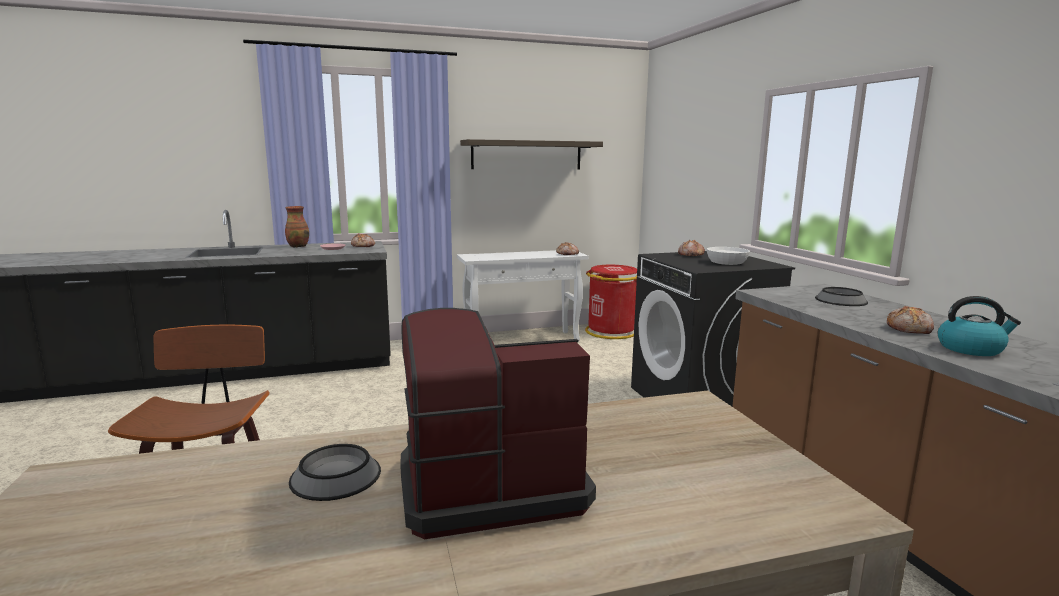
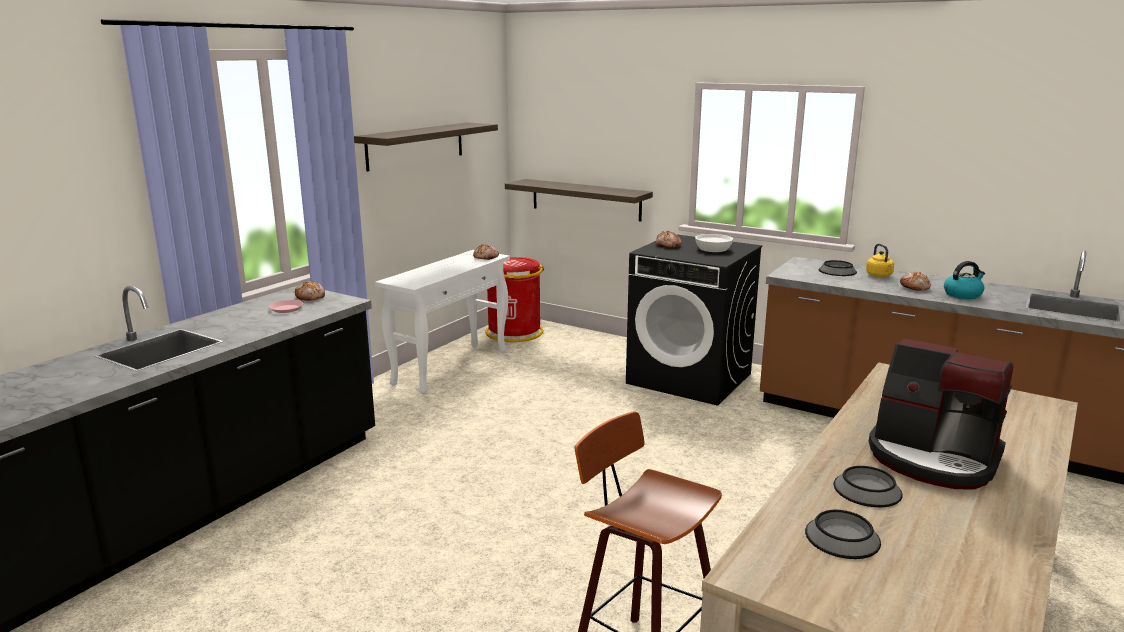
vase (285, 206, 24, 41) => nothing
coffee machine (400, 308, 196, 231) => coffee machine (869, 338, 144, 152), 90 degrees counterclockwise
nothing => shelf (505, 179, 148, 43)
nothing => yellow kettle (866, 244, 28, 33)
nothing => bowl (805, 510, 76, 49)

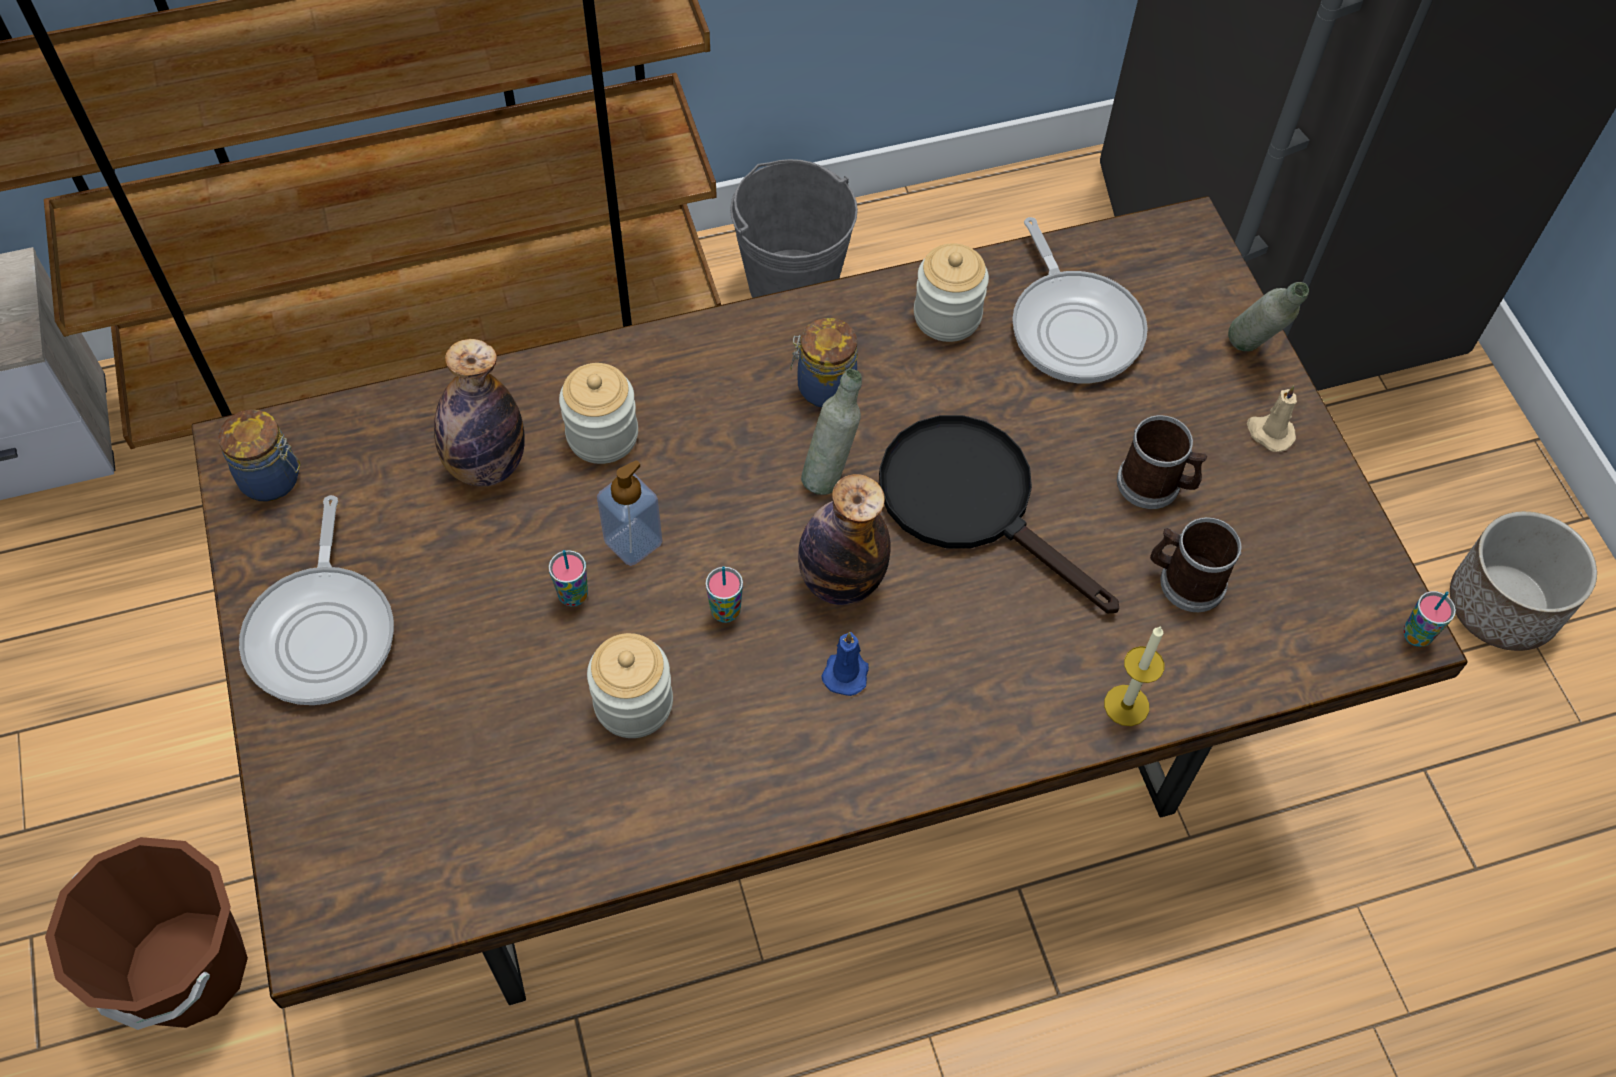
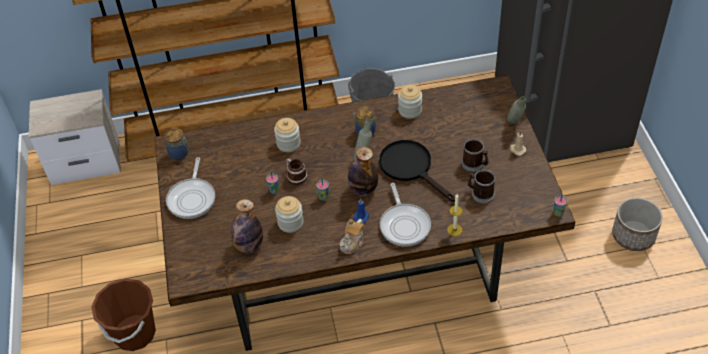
frying pan (1012, 217, 136, 166) => frying pan (380, 183, 51, 64), relocated
bottle (434, 339, 91, 148) => bottle (231, 199, 32, 54), relocated
soap dispenser (597, 460, 66, 106) => mug (286, 158, 21, 27)
nothing => teapot (340, 219, 24, 35)

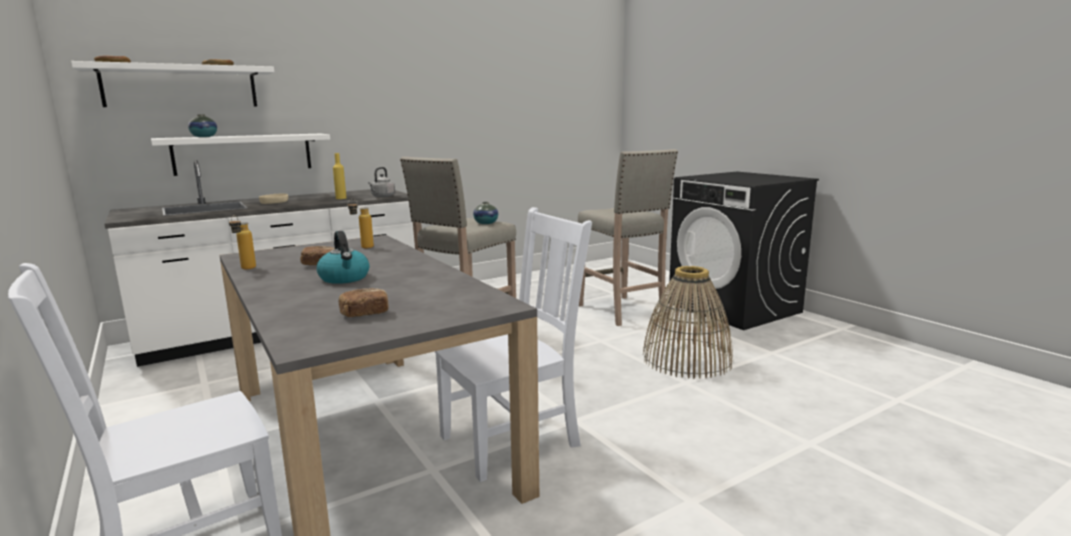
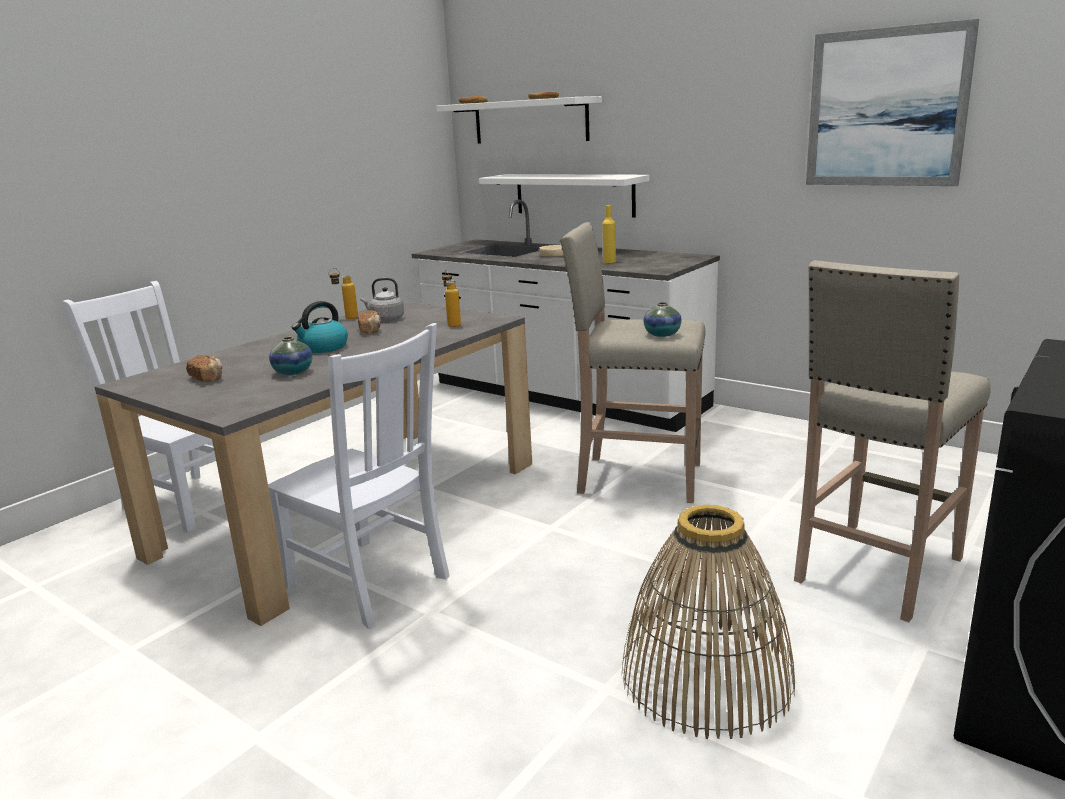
vase (188, 114, 29, 23) => vase (269, 337, 43, 38), relocated
grey kettle (368, 167, 27, 30) => grey kettle (360, 278, 44, 43), relocated
nothing => picture (806, 19, 173, 167)

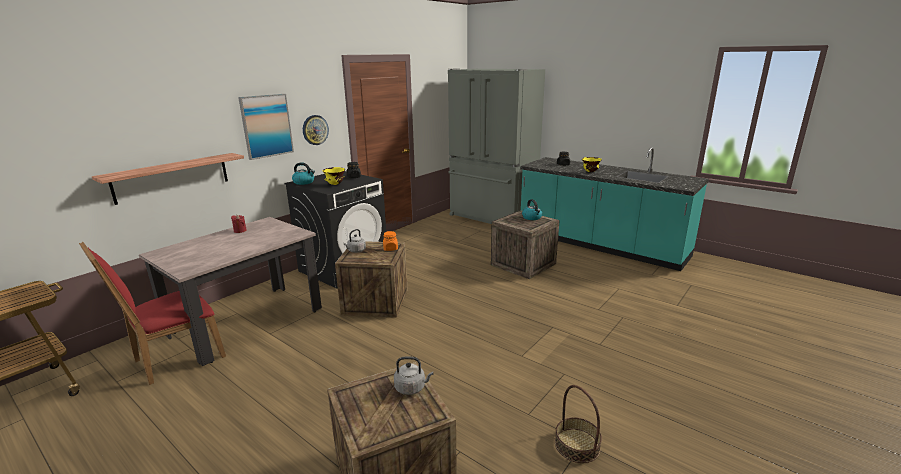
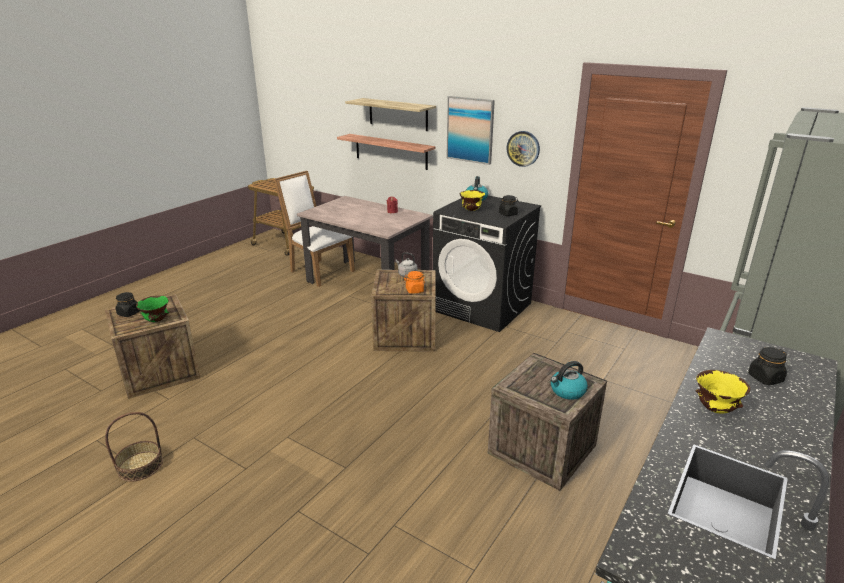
red chair (79, 242, 147, 143) => white chair (274, 171, 81, 116)
grey kettle (394, 357, 39, 38) => green bowl (136, 296, 33, 26)
nothing => shelf (345, 98, 91, 33)
nothing => black jar (116, 292, 24, 25)

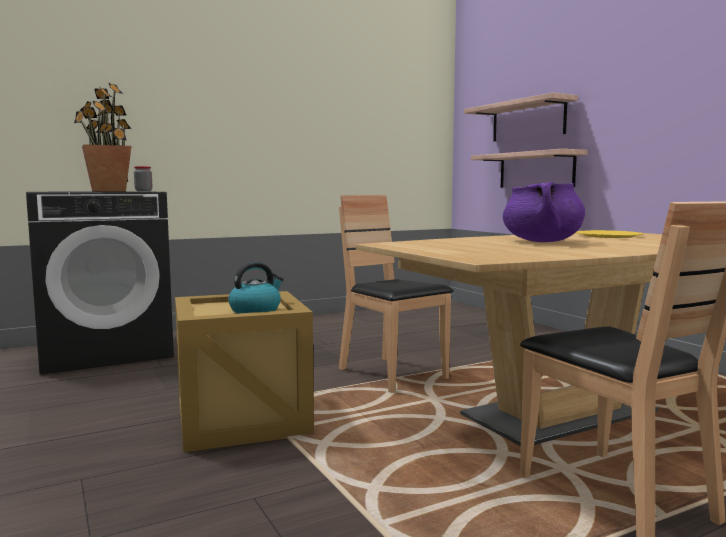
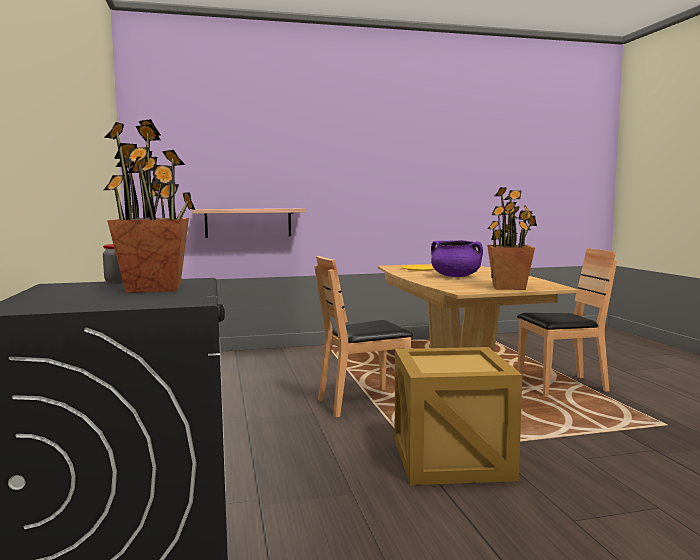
shelf (464, 93, 114, 48) => nothing
kettle (228, 262, 56, 51) => nothing
nothing => potted plant (487, 187, 50, 103)

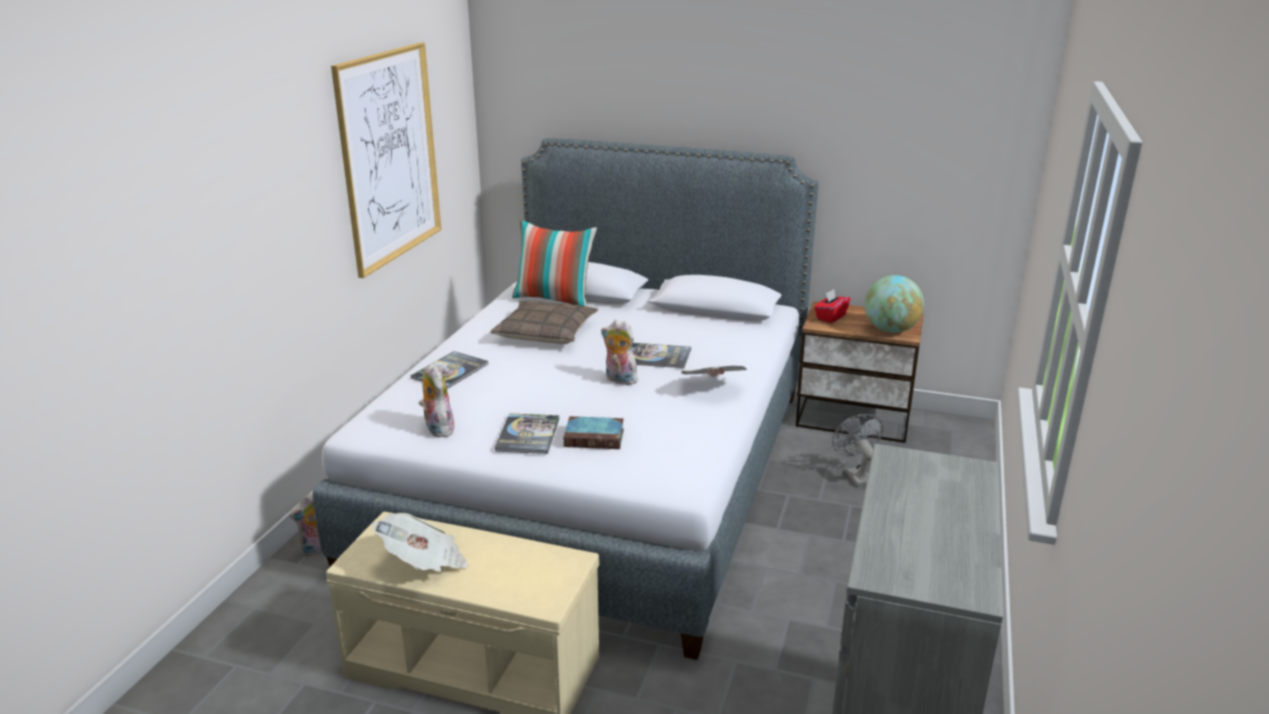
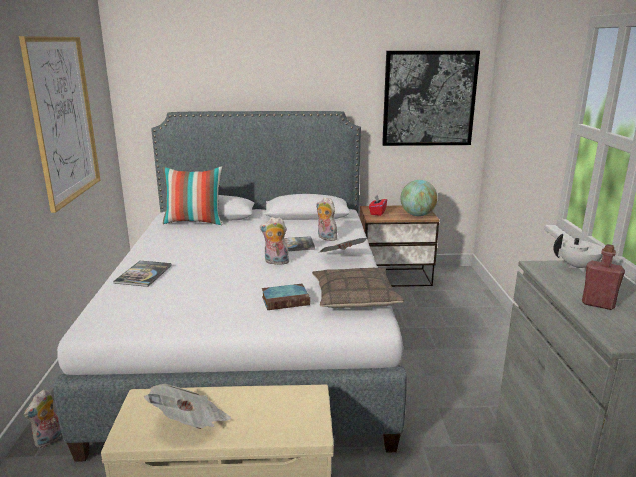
pillow (490, 301, 108, 43) => pillow (312, 268, 92, 40), relocated
plush toy (419, 363, 35, 74) => plush toy (316, 197, 21, 44), relocated
book (495, 413, 64, 41) => nothing
grey fan (832, 414, 51, 72) => nothing
nothing => picture (382, 51, 98, 95)
nothing => white teapot (553, 234, 51, 38)
nothing => red bottle (582, 244, 43, 66)

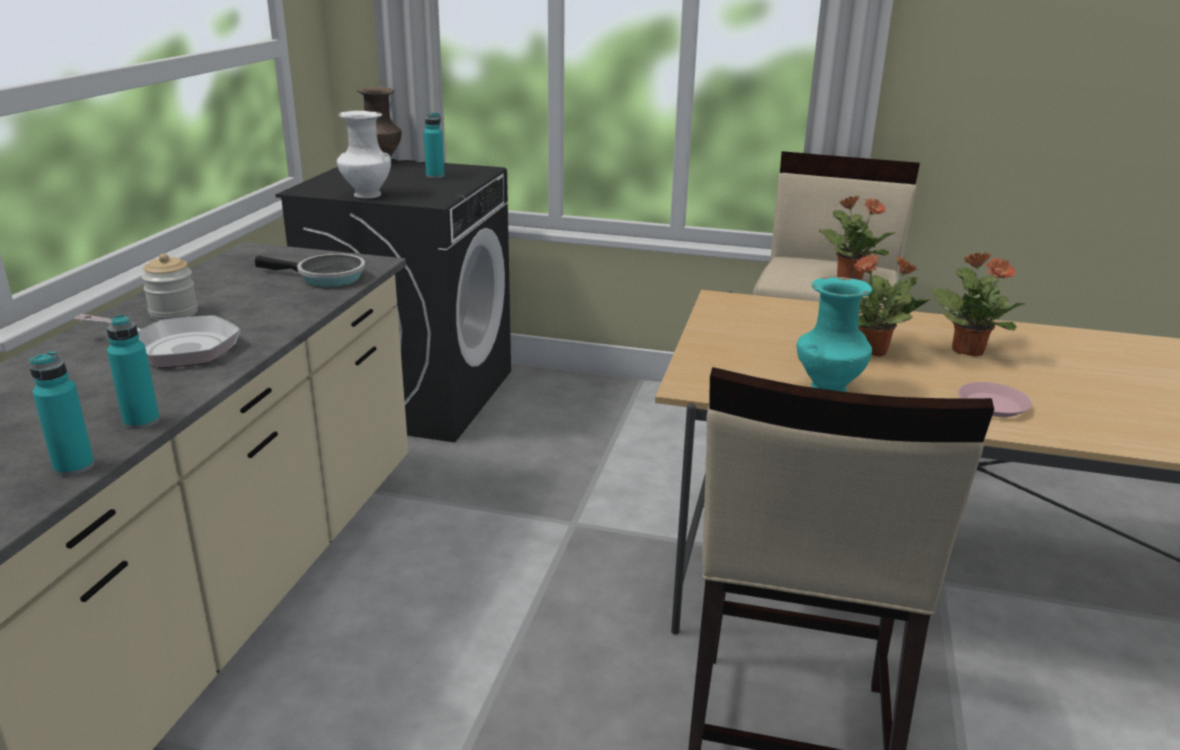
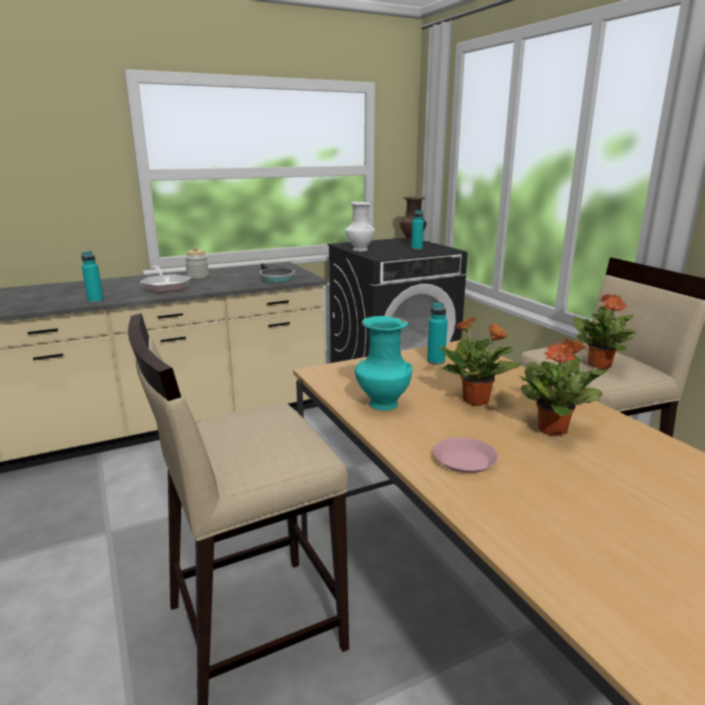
turquoise bottle (29, 351, 65, 125) => turquoise bottle (427, 303, 21, 62), relocated

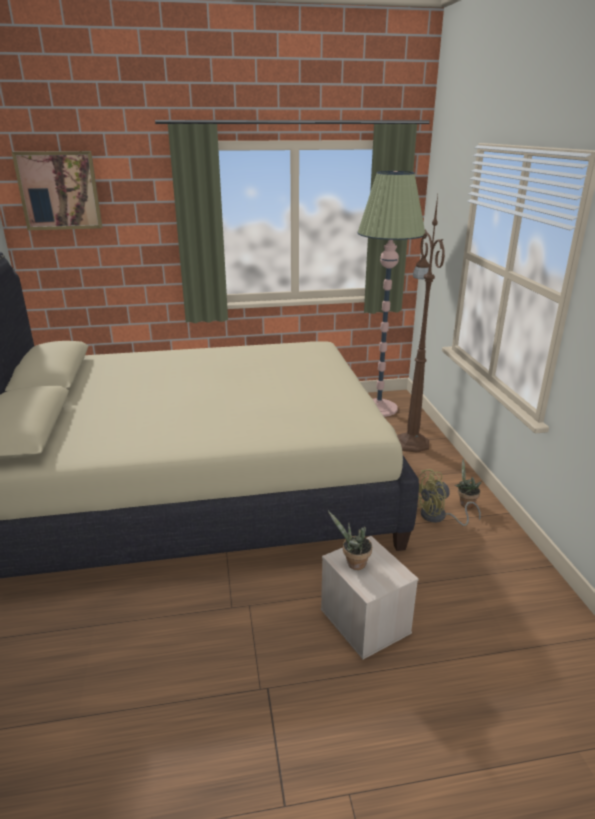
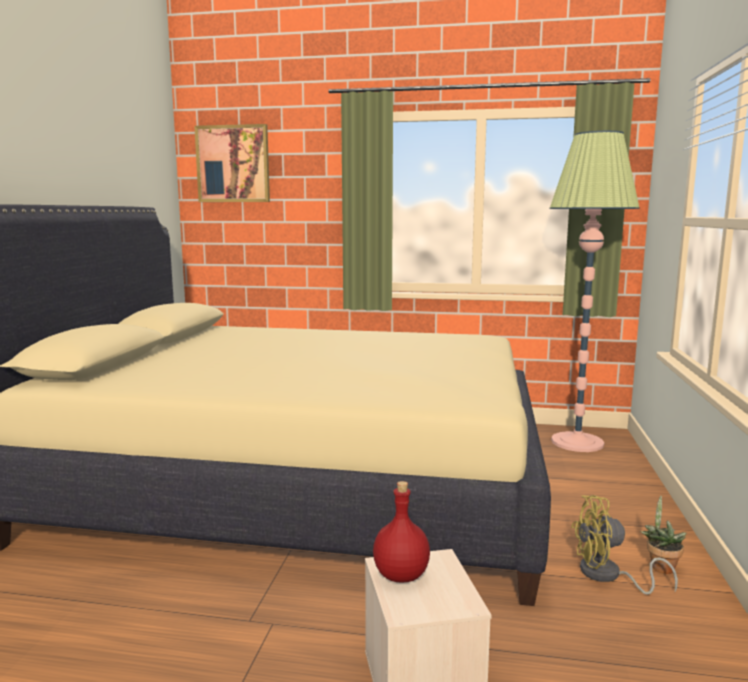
brown floor lamp (397, 195, 48, 257) => nothing
potted plant (328, 511, 44, 59) => red bottle (373, 481, 57, 102)

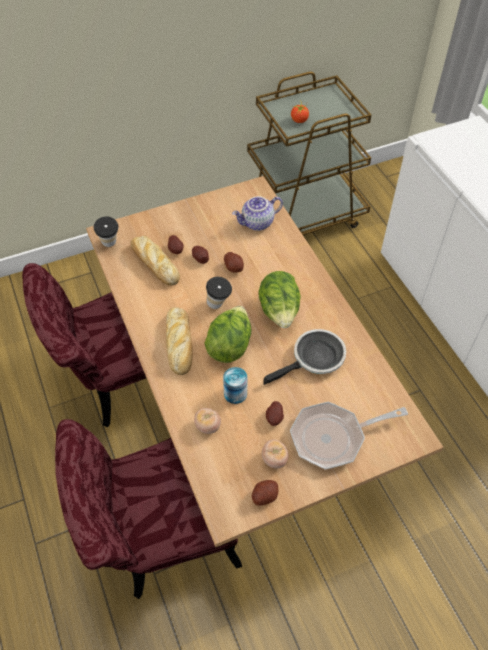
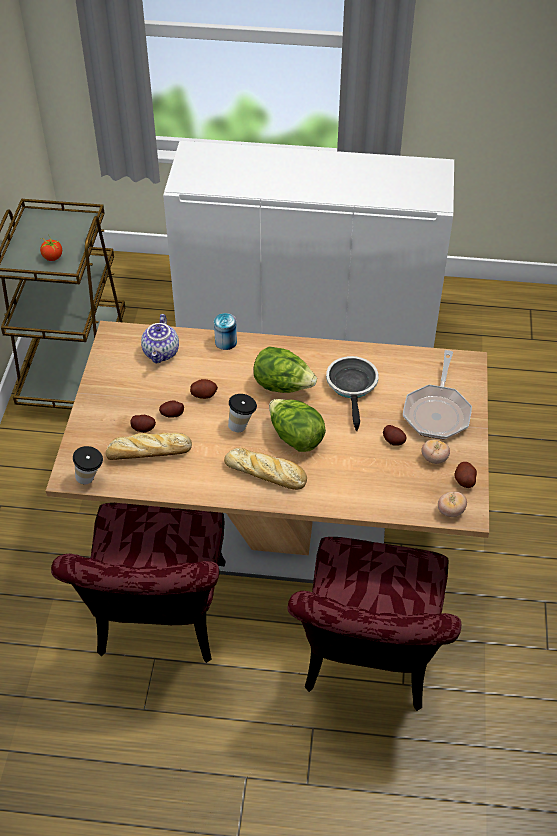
can (223, 367, 24, 37) => can (214, 313, 23, 37), relocated
tomato (194, 408, 27, 26) => tomato (438, 492, 29, 25), relocated

